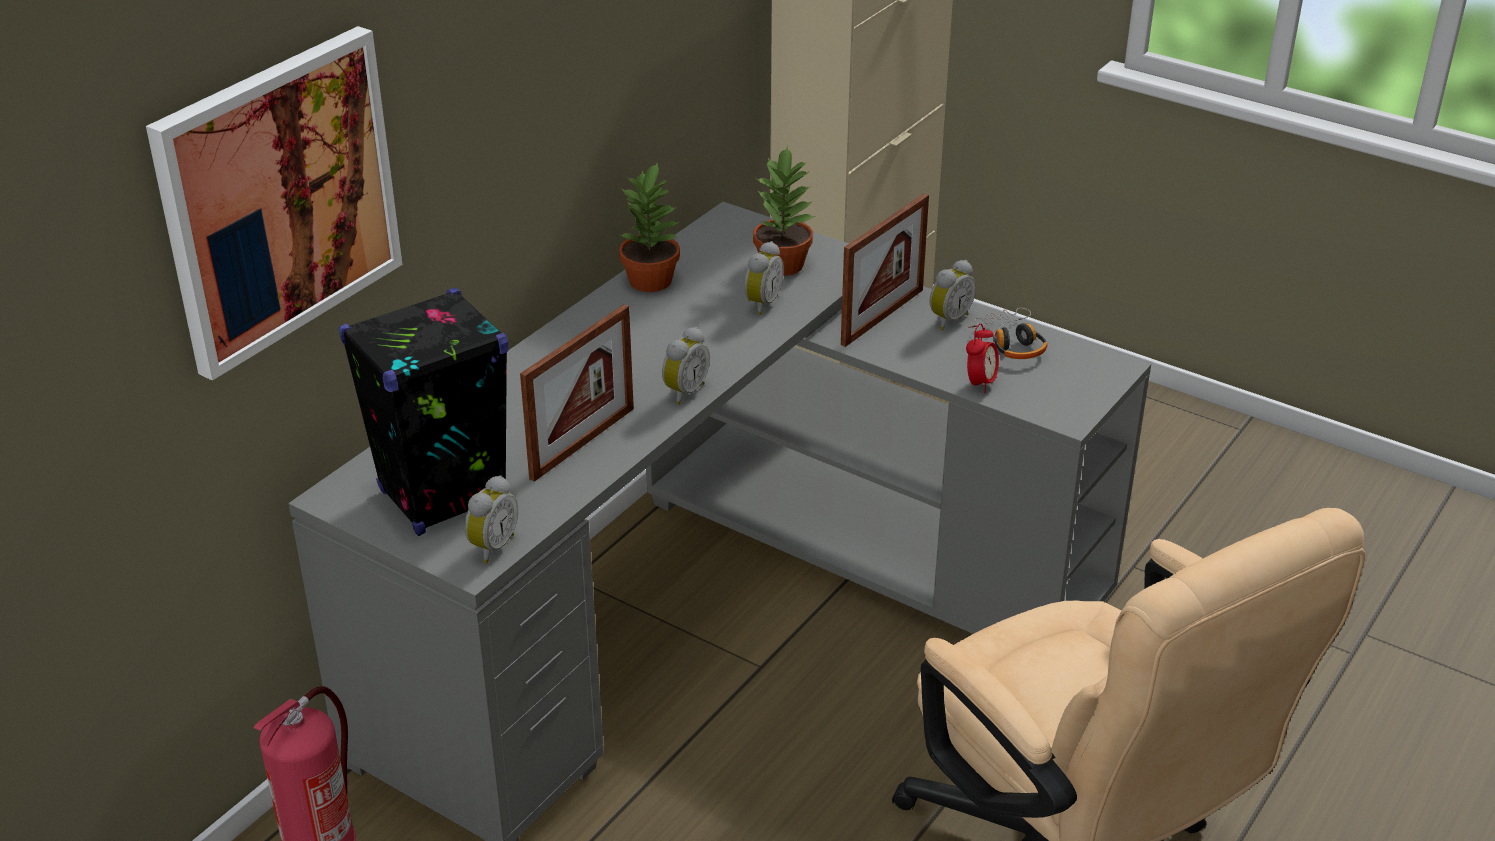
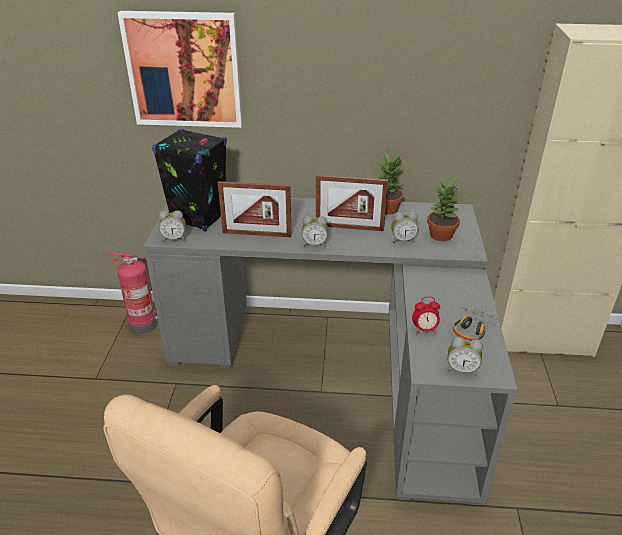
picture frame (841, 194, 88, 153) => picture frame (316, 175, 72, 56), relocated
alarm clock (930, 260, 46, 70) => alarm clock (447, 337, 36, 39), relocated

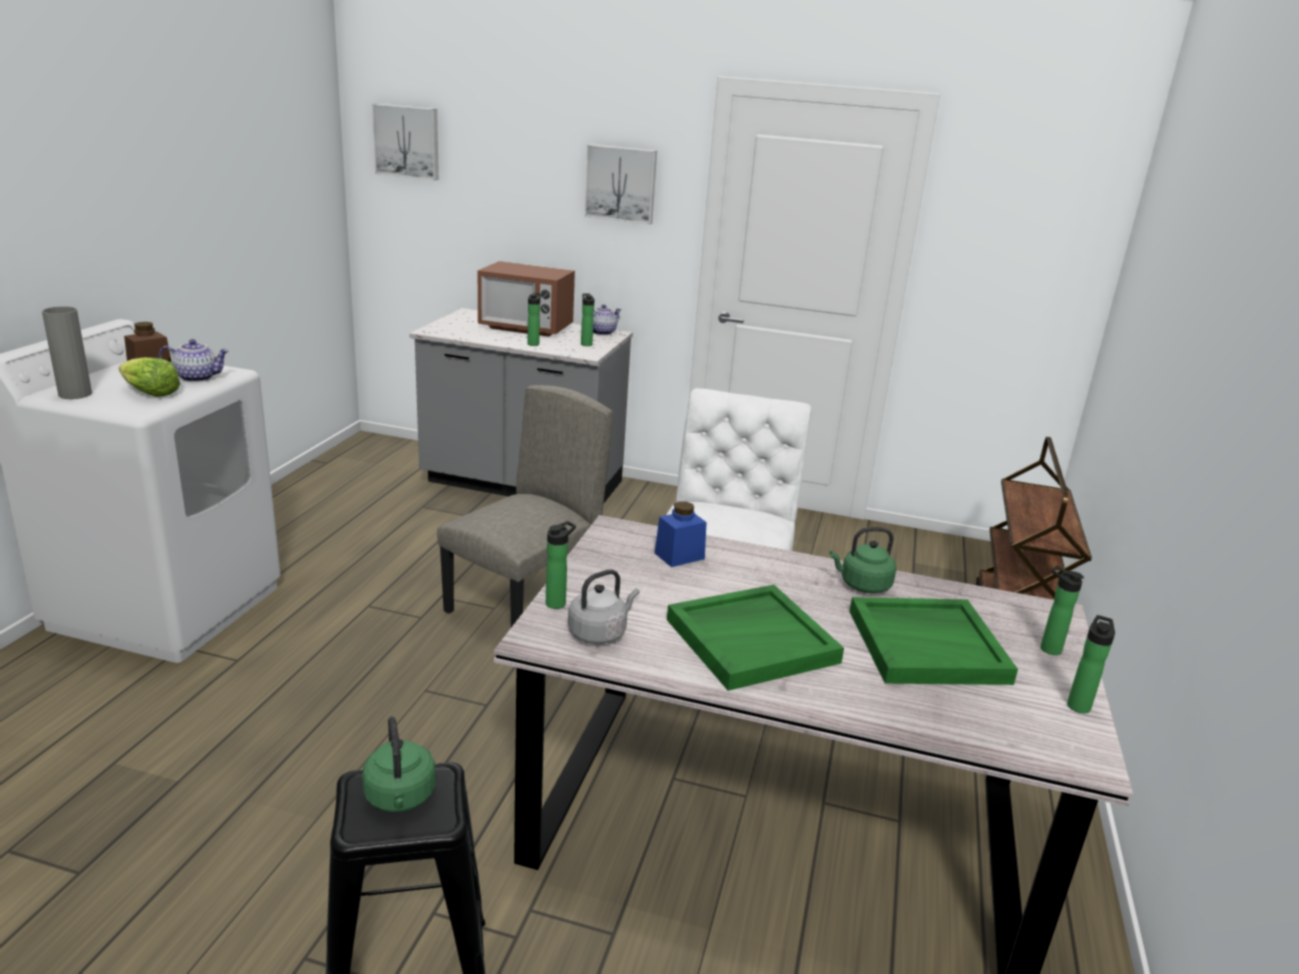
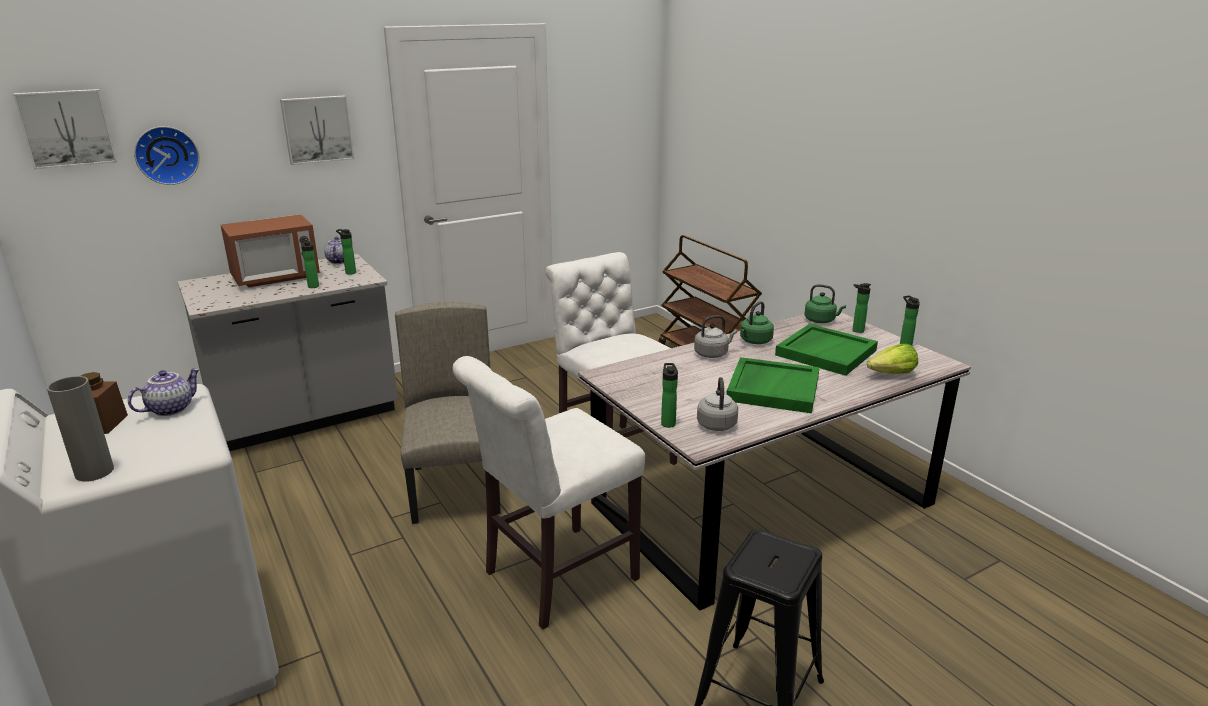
lettuce (119, 357, 61, 40) => lettuce (867, 344, 51, 30), relocated
blue jar (655, 502, 52, 65) => nothing
green kettle (362, 716, 74, 96) => green kettle (804, 284, 42, 39), relocated
nothing => wall clock (134, 126, 65, 59)
nothing => grey kettle (694, 315, 43, 43)
nothing => white chair (453, 356, 192, 274)

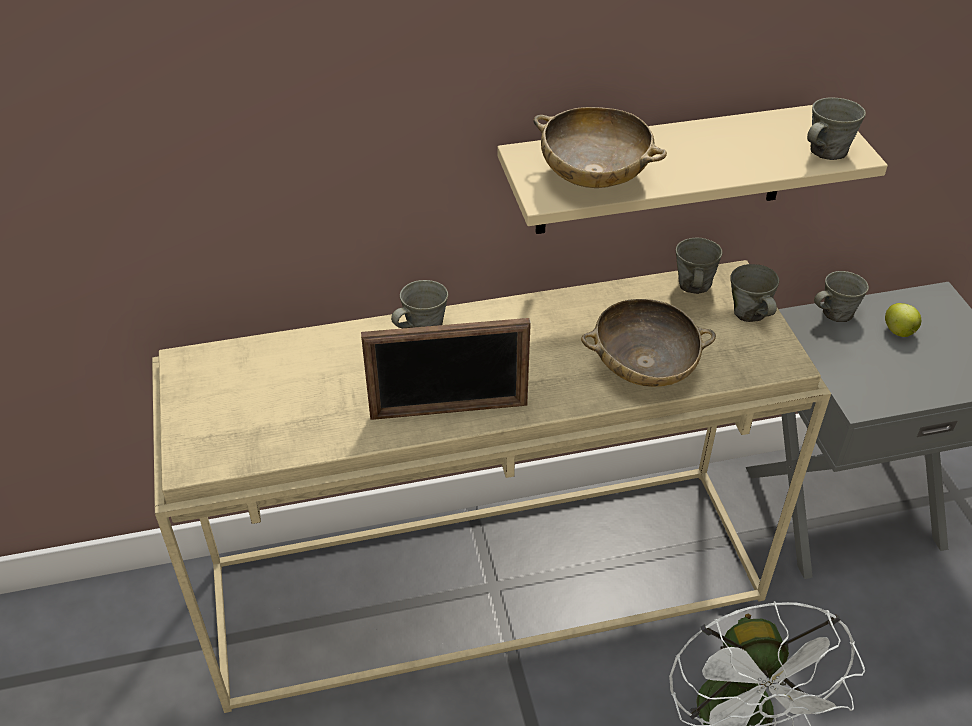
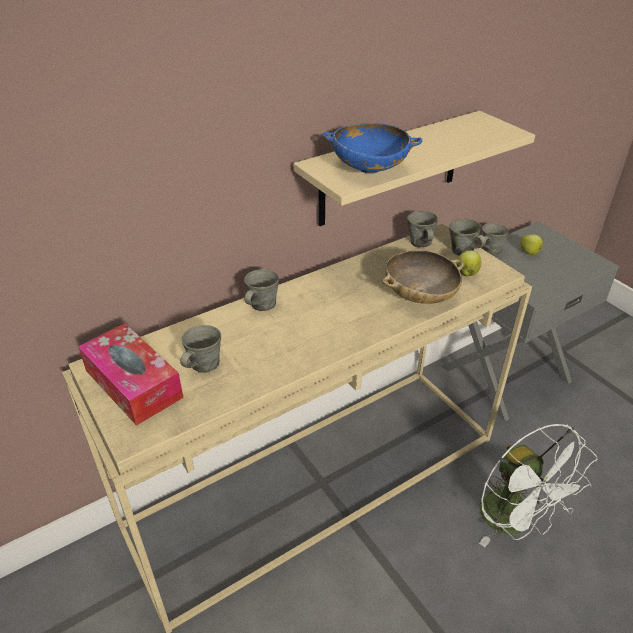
grey mug (807, 98, 59, 62) => grey mug (180, 325, 41, 48), relocated
beige bowl (533, 107, 134, 81) => blue bowl (322, 123, 100, 51)
picture frame (361, 318, 170, 102) => nothing
nothing => apple (456, 250, 25, 26)
nothing => tissue box (78, 324, 106, 102)

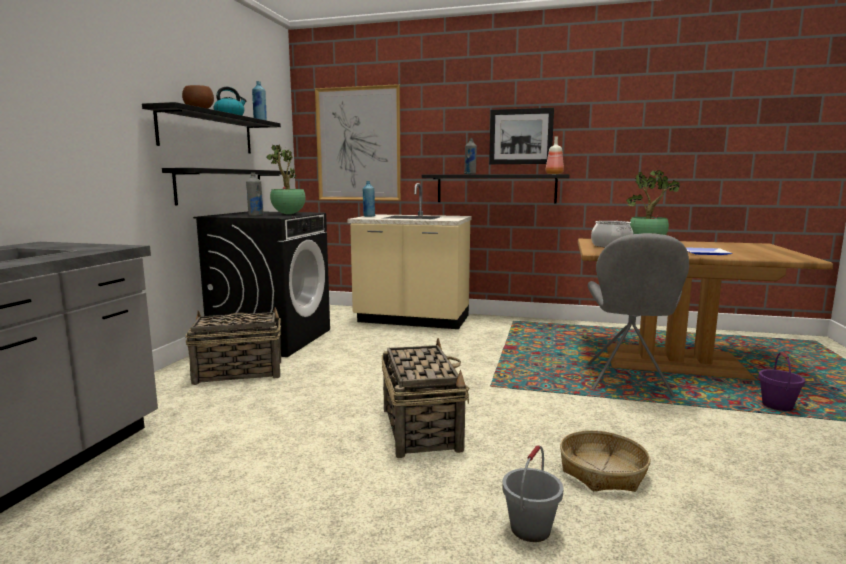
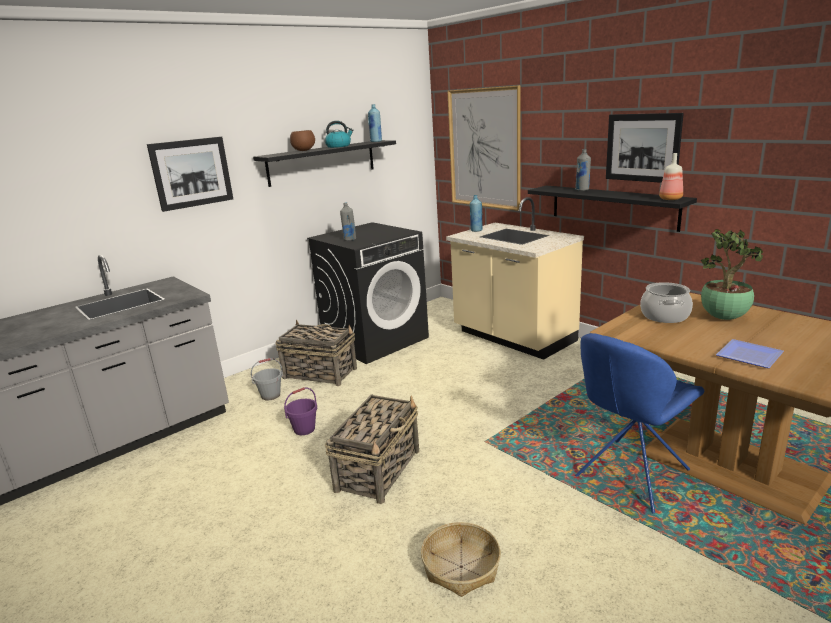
potted plant (266, 144, 40, 70) => nothing
black shelf (162, 168, 128, 37) => nothing
grey chair (587, 233, 102, 164) => blue chair (575, 333, 129, 181)
purple bucket (758, 352, 47, 59) => purple bucket (284, 387, 33, 48), relocated
grey bucket (502, 445, 61, 97) => grey bucket (251, 358, 32, 42), relocated
nothing => picture (147, 137, 86, 75)

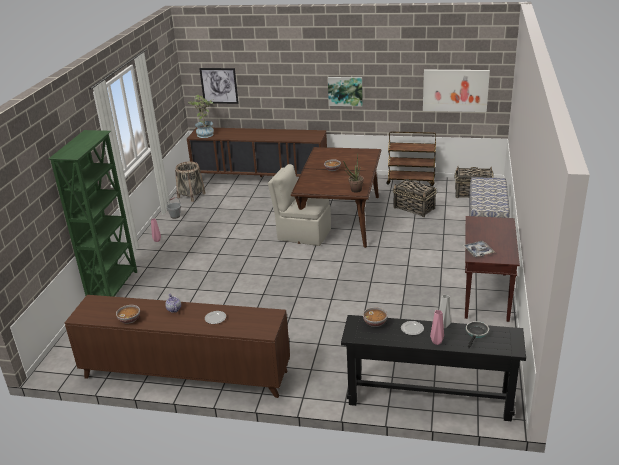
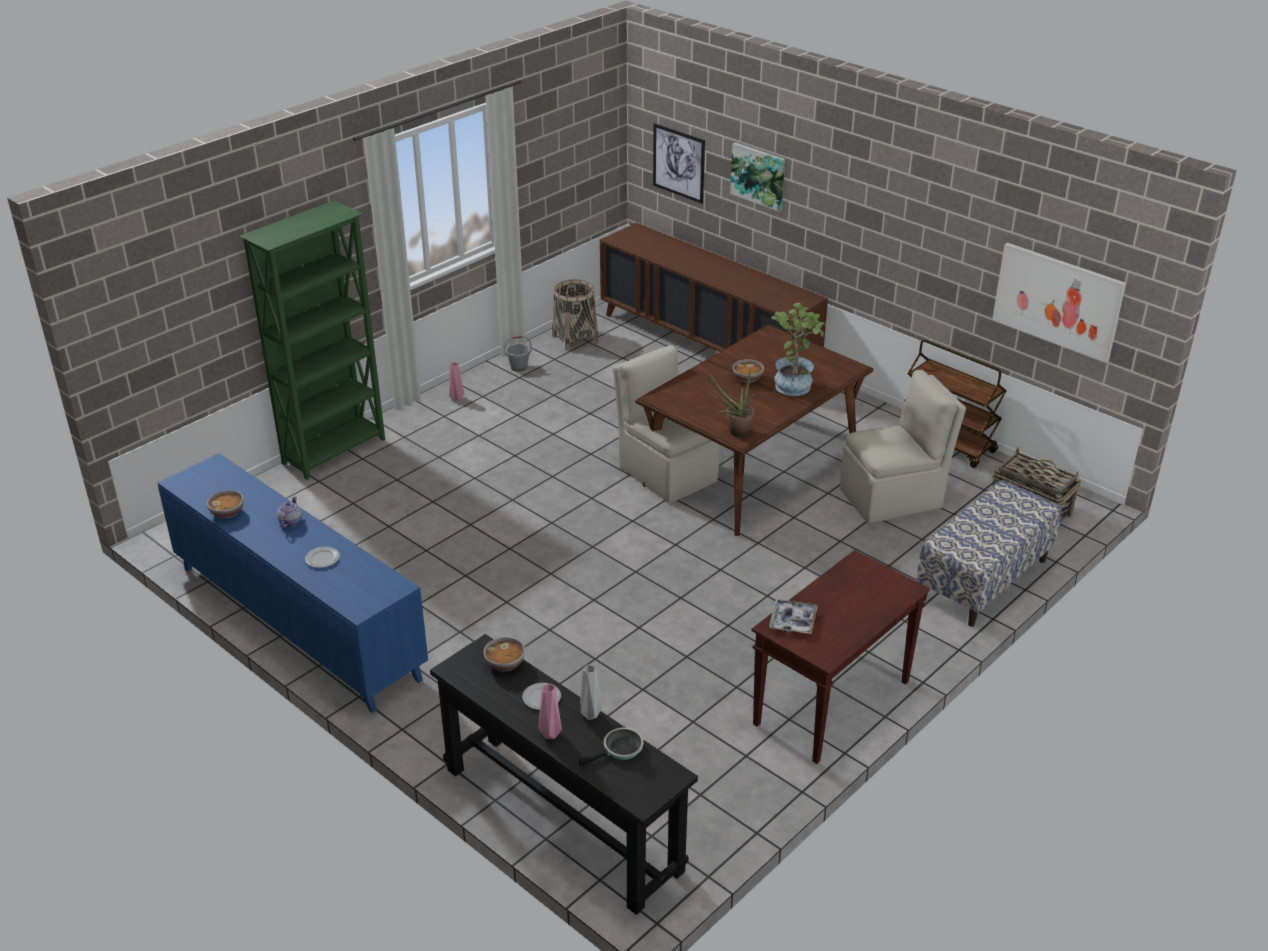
picture (328, 77, 35, 29) => picture (730, 142, 55, 69), relocated
potted plant (188, 95, 26, 43) => potted plant (771, 303, 56, 93), relocated
basket (393, 179, 44, 38) => beige chair (840, 370, 126, 154)
brown cabinet (65, 295, 225, 103) => blue cabinet (158, 453, 270, 260)

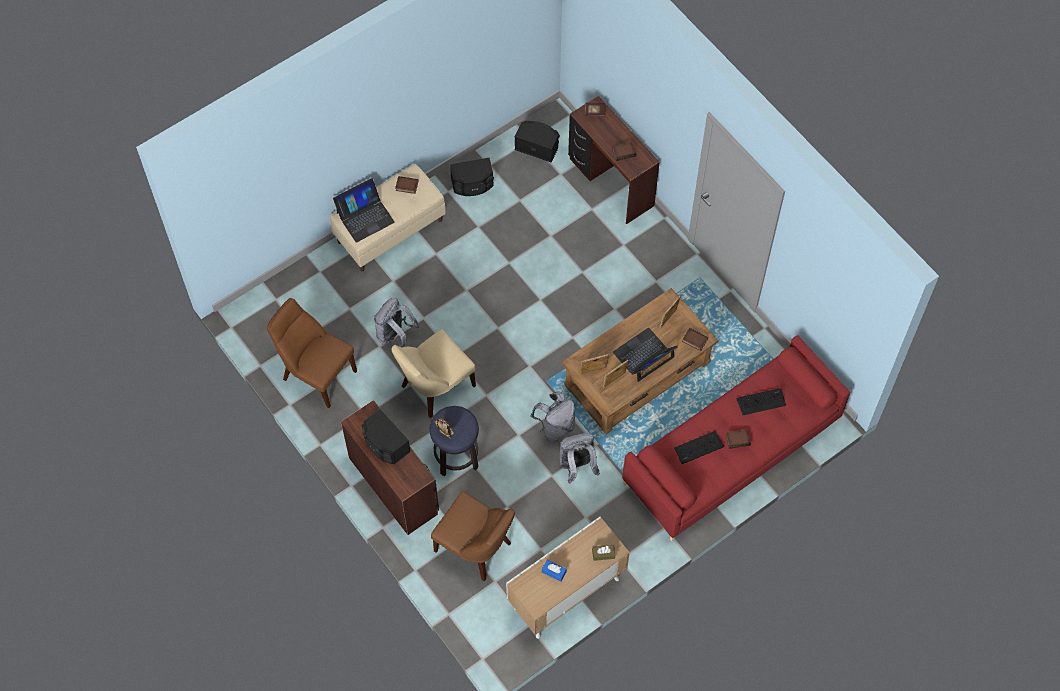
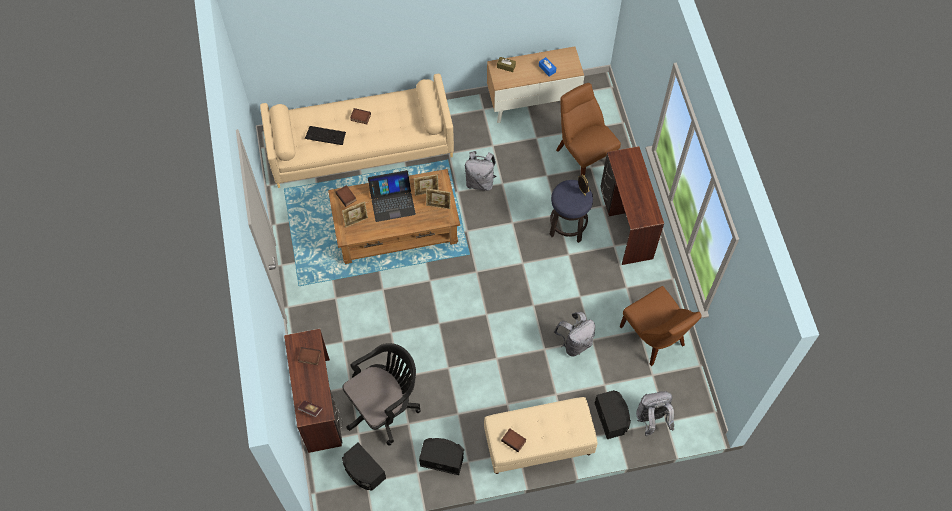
laptop (333, 178, 62, 65) => nothing
beige chair (392, 329, 84, 89) => nothing
red sofa (622, 335, 228, 206) => beige sofa (260, 74, 194, 114)
grey backpack (530, 392, 45, 51) => grey backpack (636, 391, 38, 45), relocated
black speaker (362, 409, 49, 55) => black speaker (595, 390, 36, 49), relocated
keyboard (674, 431, 51, 33) => nothing
nothing => black office chair (342, 343, 79, 102)

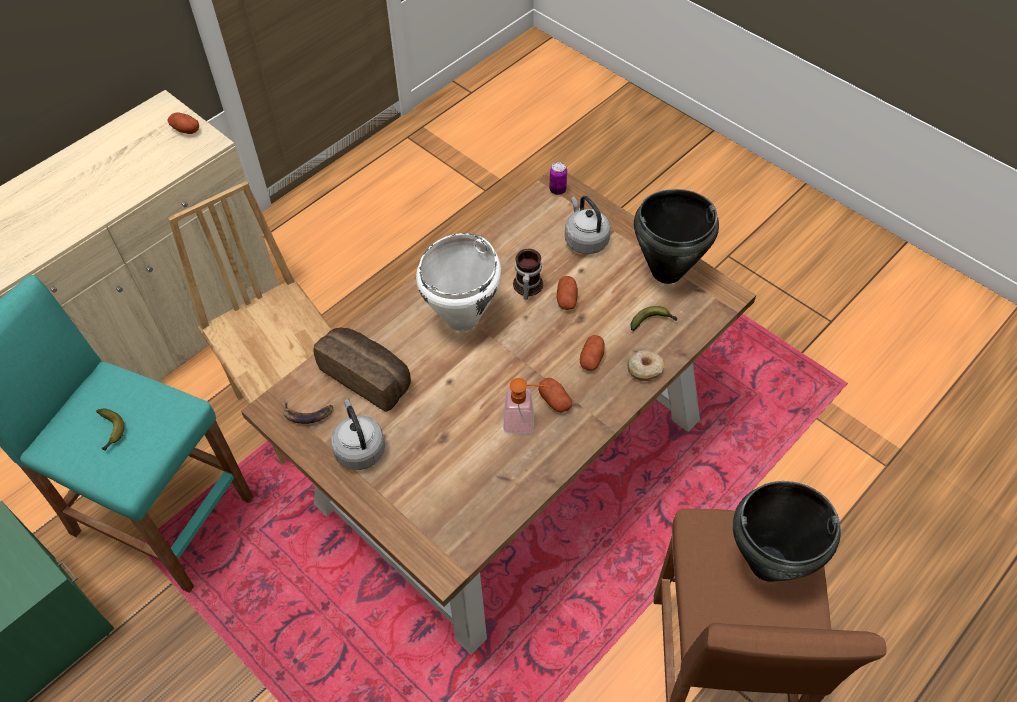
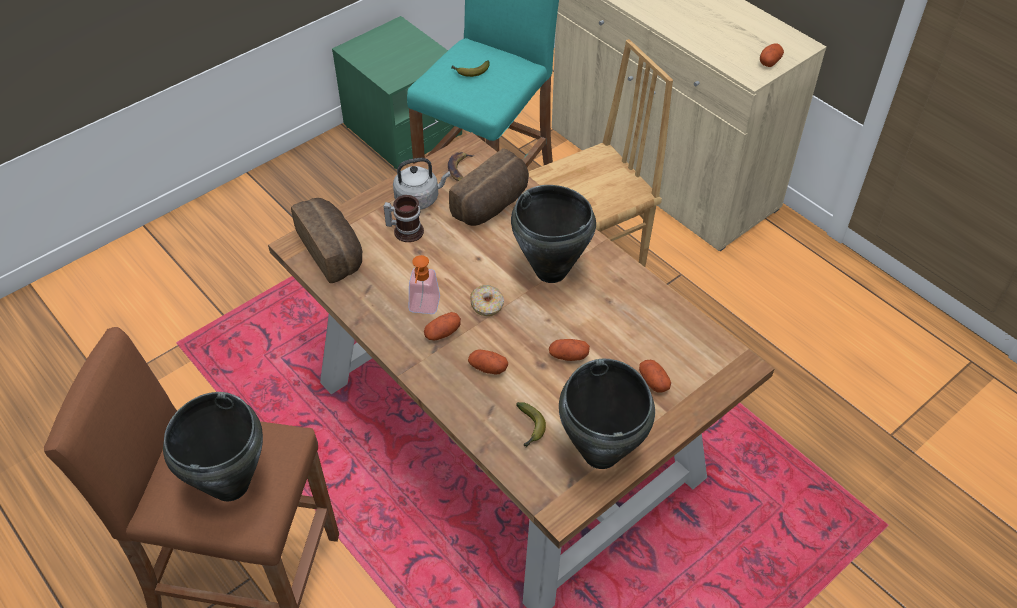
can (549, 162, 18, 33) => nothing
grey kettle (565, 196, 46, 58) => potato (639, 360, 32, 33)
white cooking pot (416, 233, 85, 99) => black cooking pot (511, 185, 85, 98)
mug (513, 249, 30, 51) => mug (383, 195, 41, 47), relocated
donut (627, 350, 37, 31) => donut (470, 285, 34, 31), relocated
nothing => bread (291, 198, 71, 85)

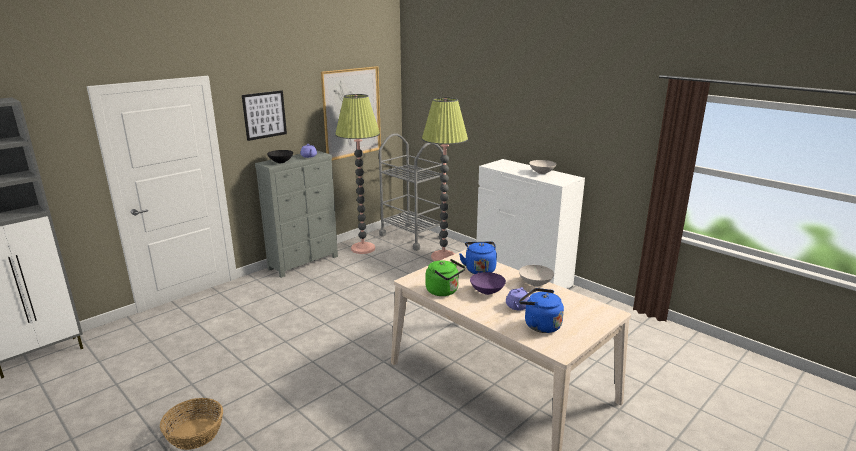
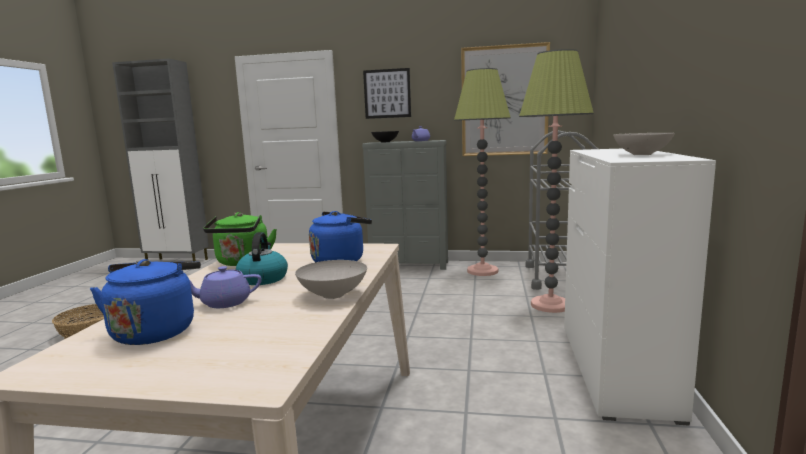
purple bowl (470, 272, 36, 23) => kettle (236, 232, 52, 53)

